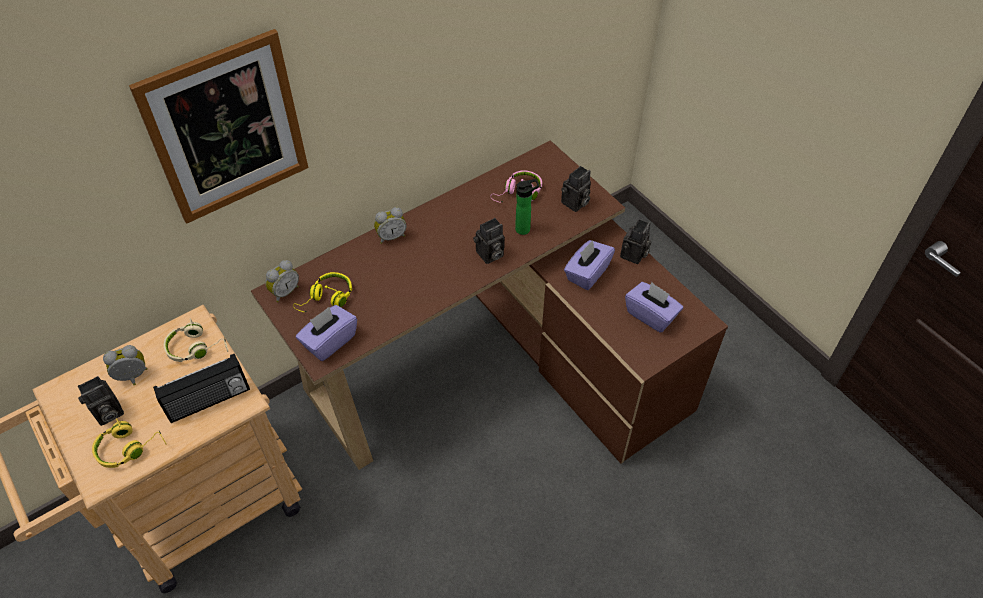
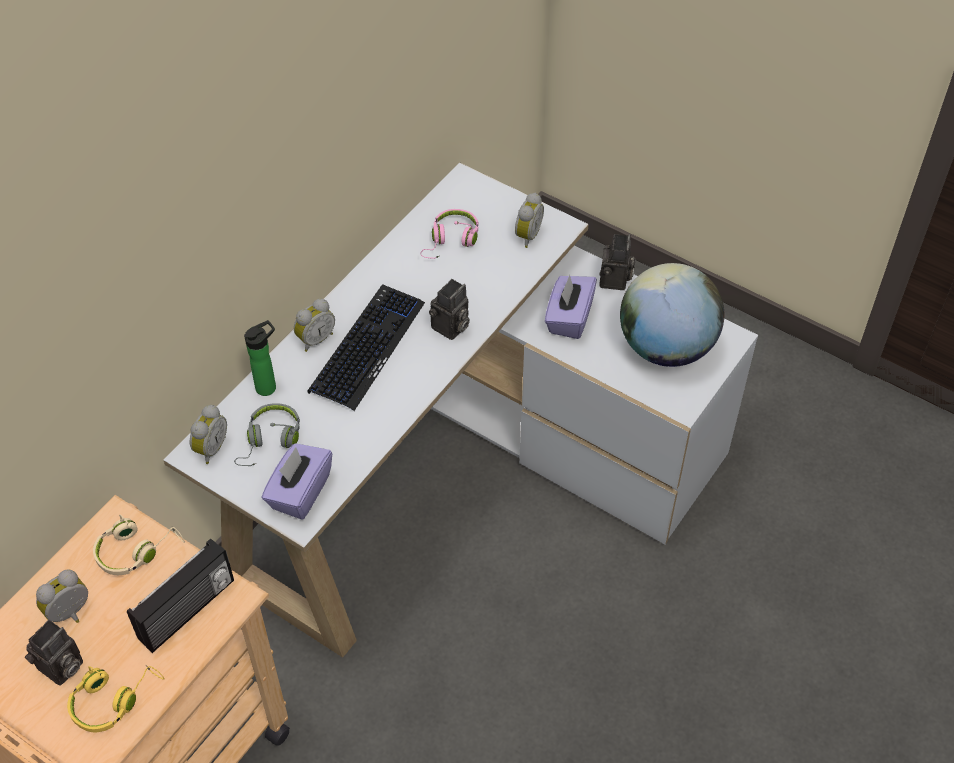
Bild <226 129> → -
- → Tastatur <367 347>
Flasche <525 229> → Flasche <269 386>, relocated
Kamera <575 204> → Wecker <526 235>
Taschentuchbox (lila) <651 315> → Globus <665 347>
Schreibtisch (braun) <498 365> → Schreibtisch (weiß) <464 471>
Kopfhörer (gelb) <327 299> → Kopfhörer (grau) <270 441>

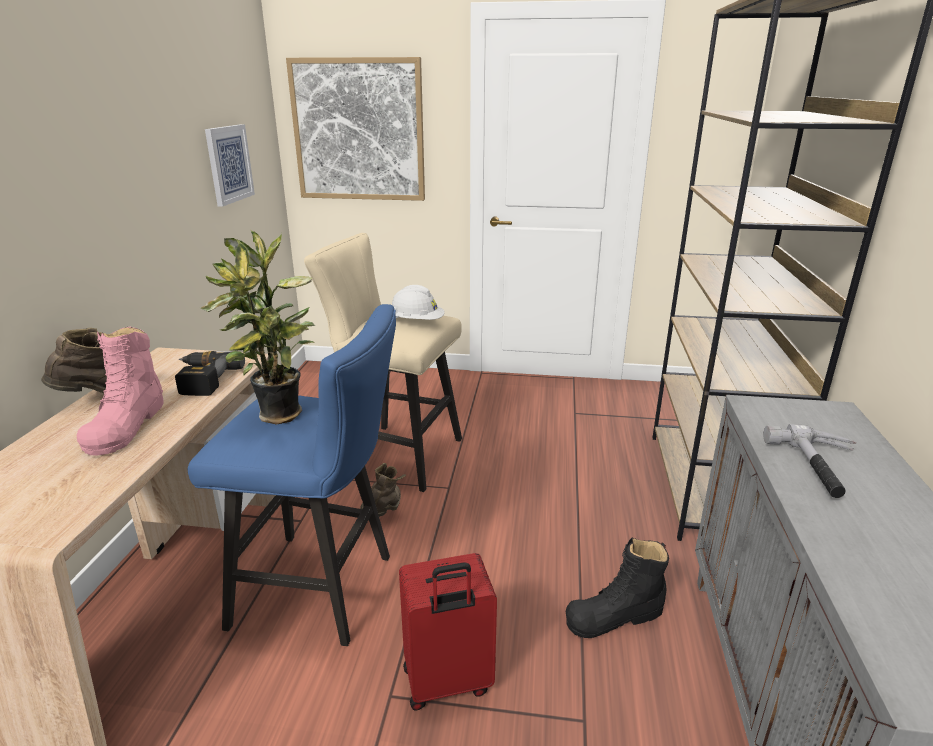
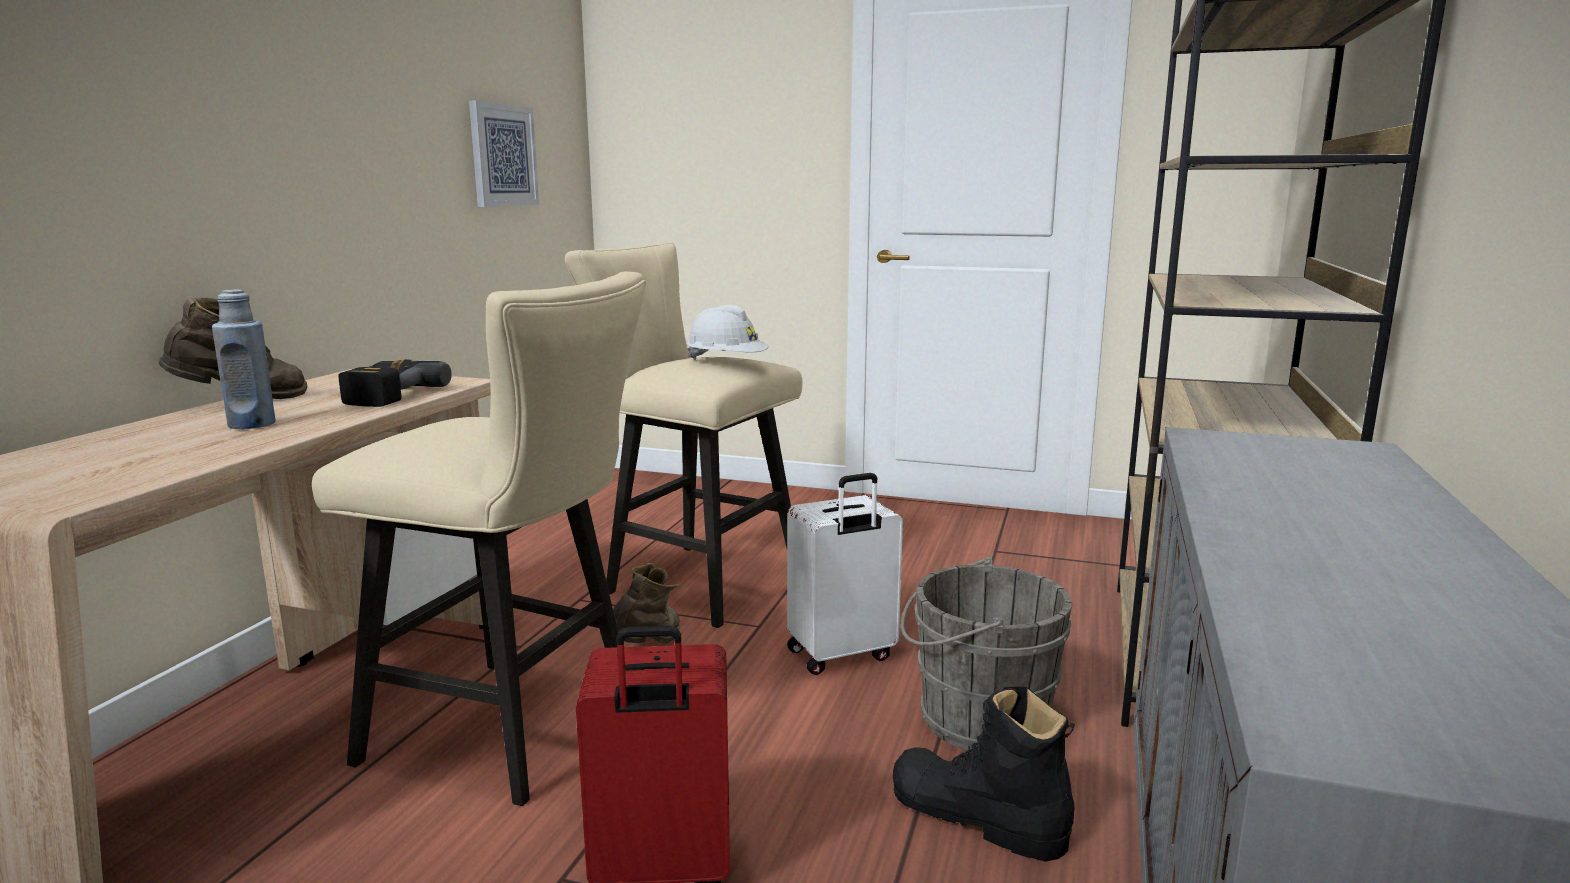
Topfpflanze <278 417> → -
Bild <358 130> → -
Hammer <822 468> → -
- → Koffer (weiß) <841 655>
- → Eimer (grau) <975 718>
Stiefel (rosa) <127 425> → Flasche (blau) <252 424>
Hocker (blau) <324 590> → Hocker (beige) <518 733>
Stiefel (schwarz) <615 616> → Stiefel (schwarz) <976 816>, 45 degrees clockwise

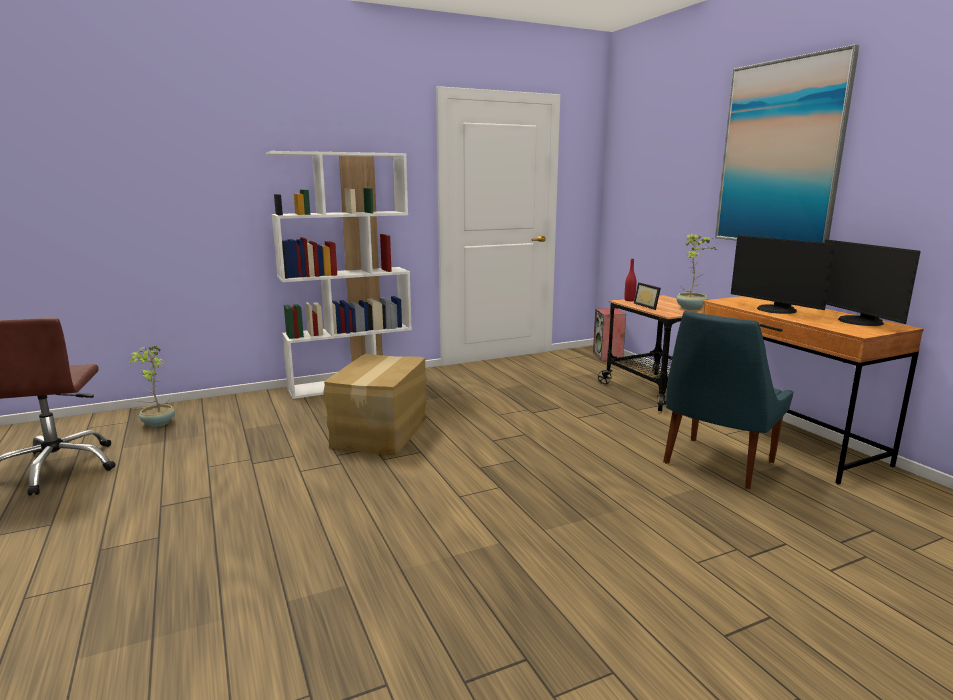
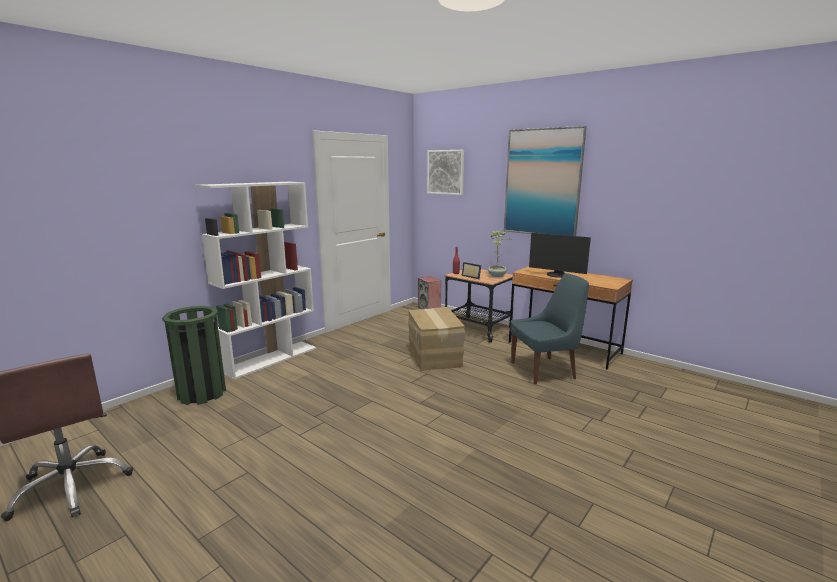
Topfpflanze <157 423> → -
Monitor <858 321> → -
- → Mülleimer (grün) <202 393>
- → Bild <445 172>
Karton <381 432> → Karton <435 356>, relocated
Stuhl (blau) <716 464> → Stuhl (blau) <545 370>, 120 degrees counterclockwise

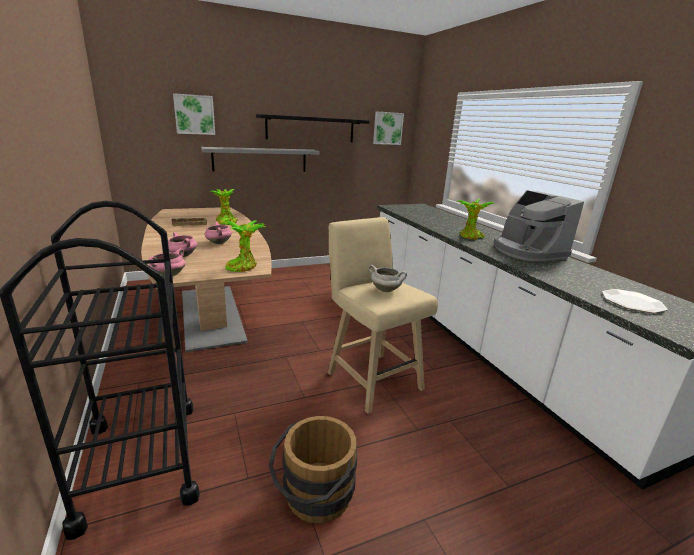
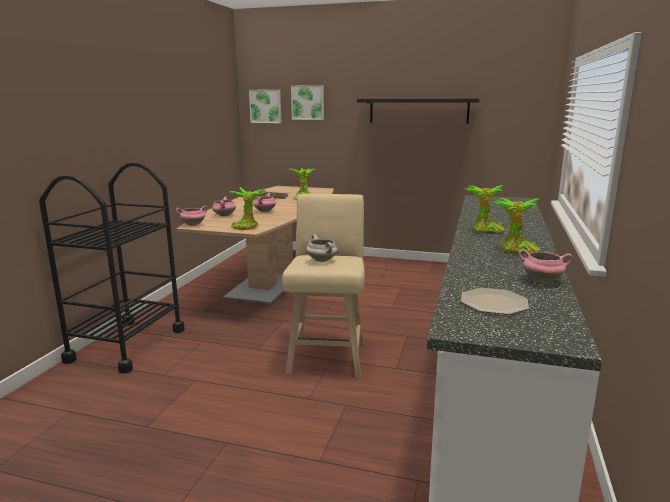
Wandregal (grau) <260 160> → -
Eimer (braun) <313 497> → -
- → Kochtopf (rosa) <542 280>
Bild <387 128> → Bild <266 106>, relocated
Kaffeemaschine <527 251> → Topfpflanze <516 250>

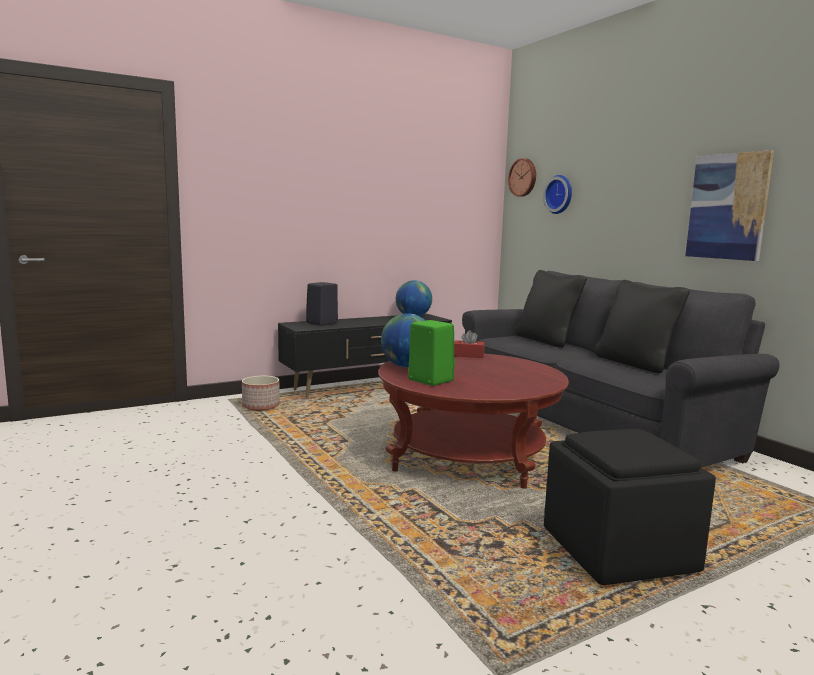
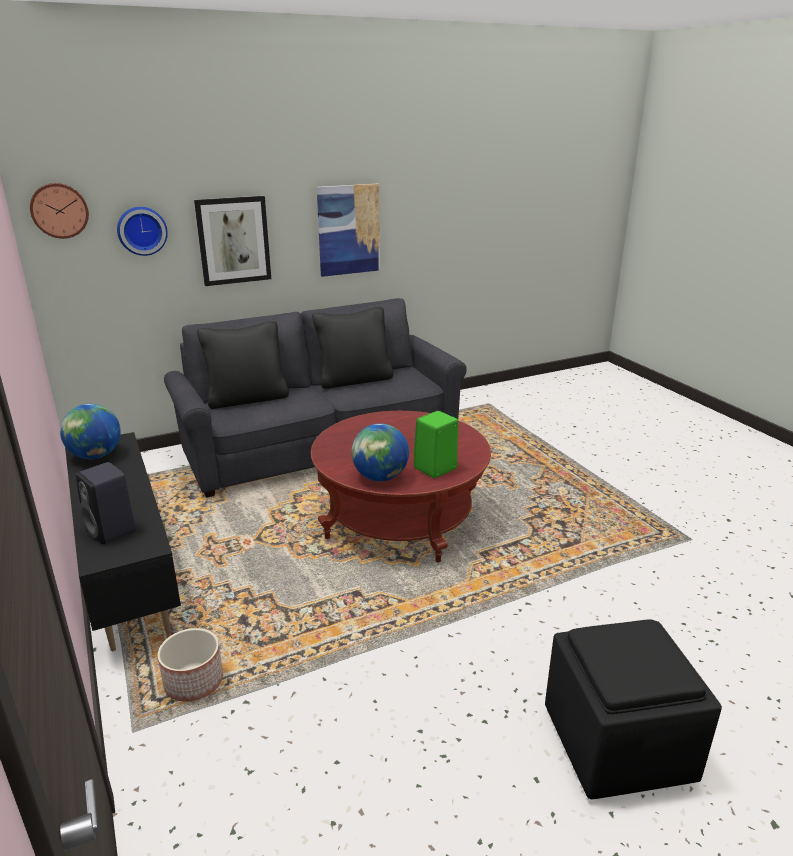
Taschentuchbox (rot) <468 355> → -
- → Bild <233 240>
Polsterhocker (schwarz) <620 552> → Polsterhocker (schwarz) <618 742>, relocated

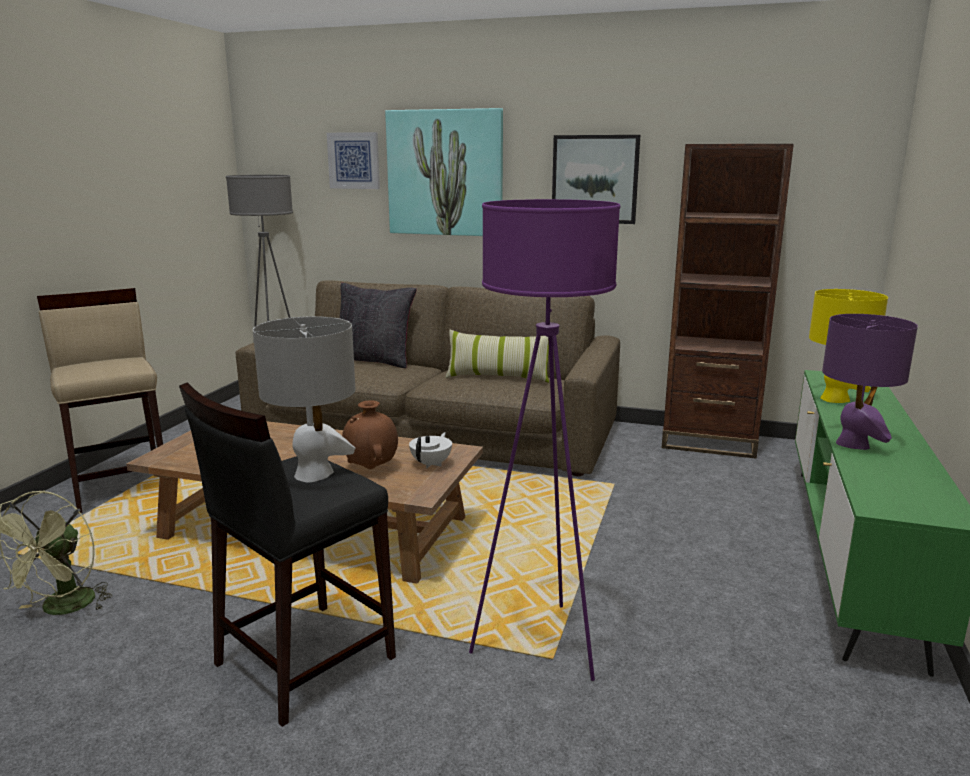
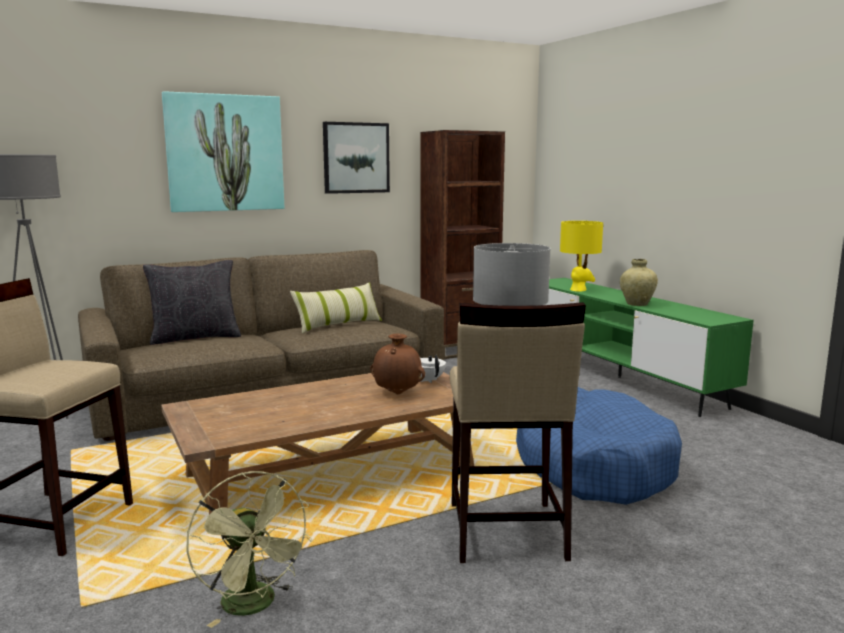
Bild <354 160> → -
Stehlampe (lila) <539 645> → Hundebett (blau) <593 465>
Tischlampe (lila) <853 444> → Vase (beige) <637 304>
Hocker (schwarz) <303 660> → Hocker (beige) <505 532>

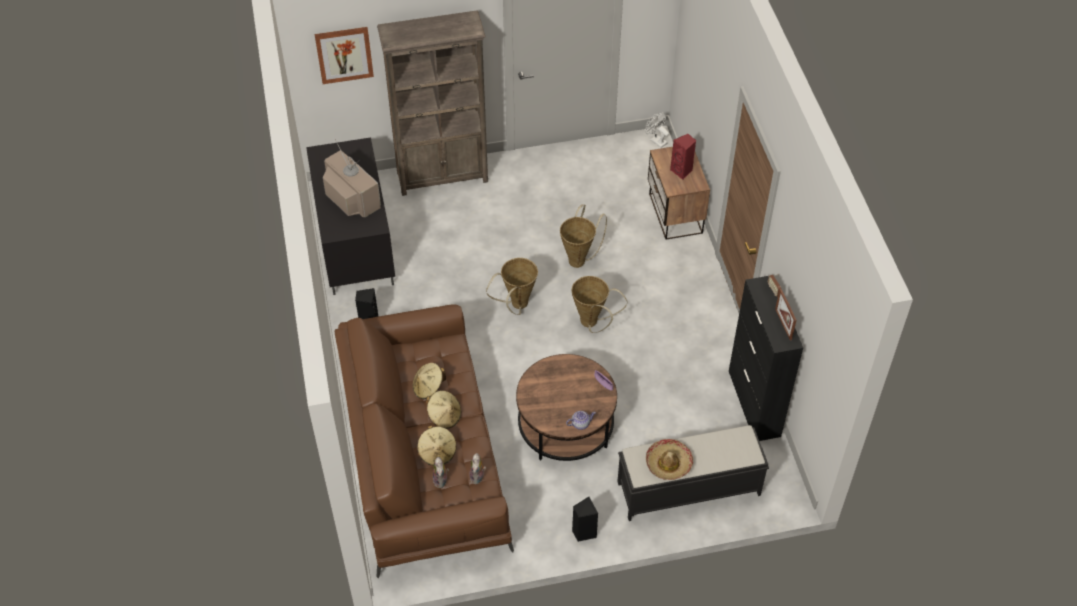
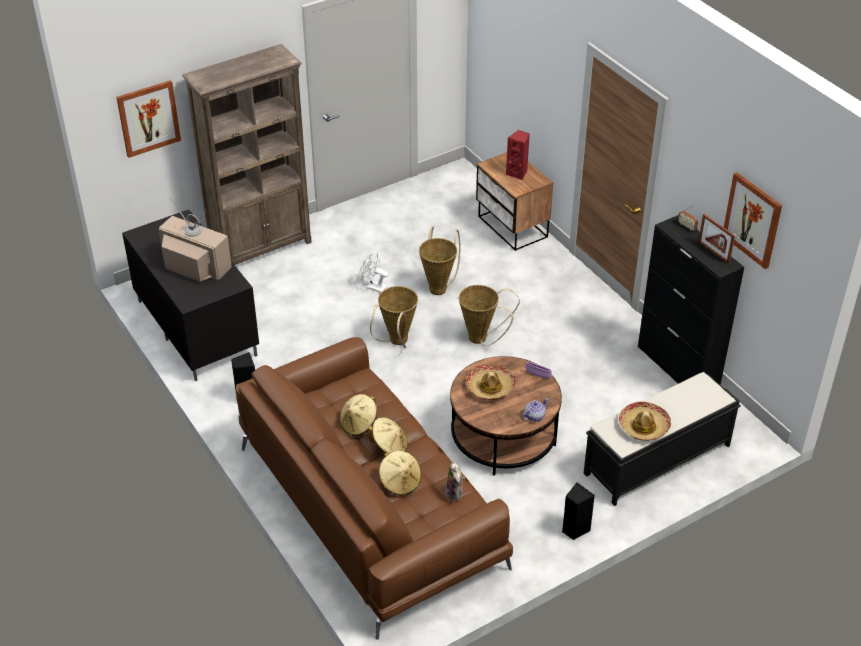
Plüschtier <441 480> → -
- → Hut <490 387>
- → Bild <752 220>
Ventilator (weiß) <656 140> → Ventilator (weiß) <373 287>, relocated

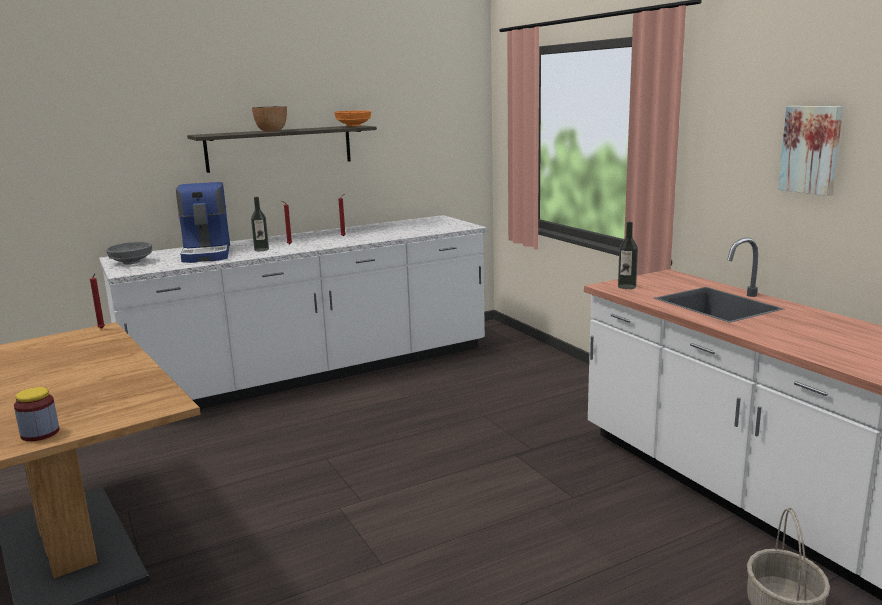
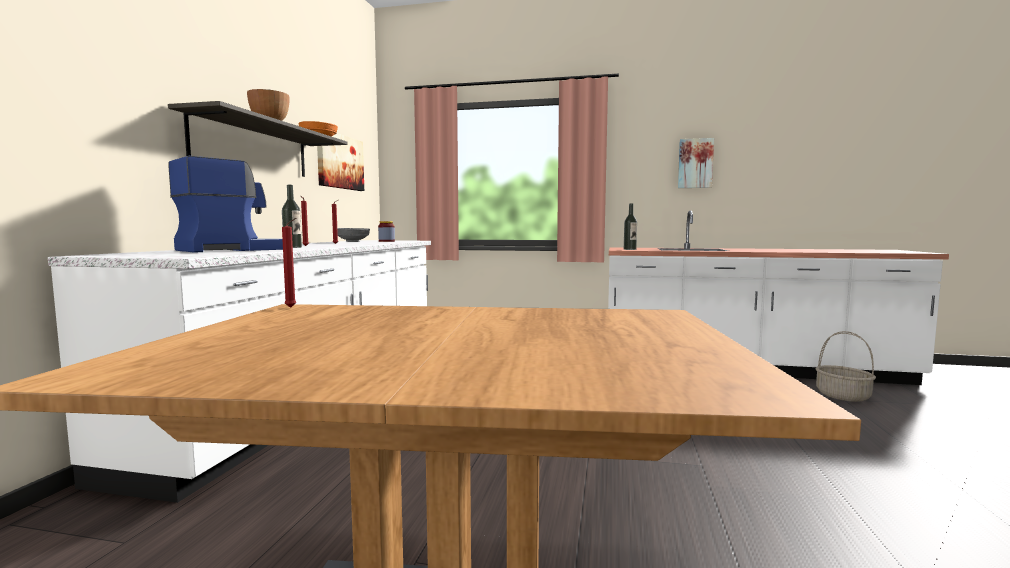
- → Bild <340 162>
Vorratsglas <40 433> → Vorratsglas <386 241>, relocated
Schüssel (grau) <131 262> → Schüssel (grau) <352 241>, relocated
Kaffeemaschine <208 253> → Kaffeemaschine <234 250>, 75 degrees counterclockwise

